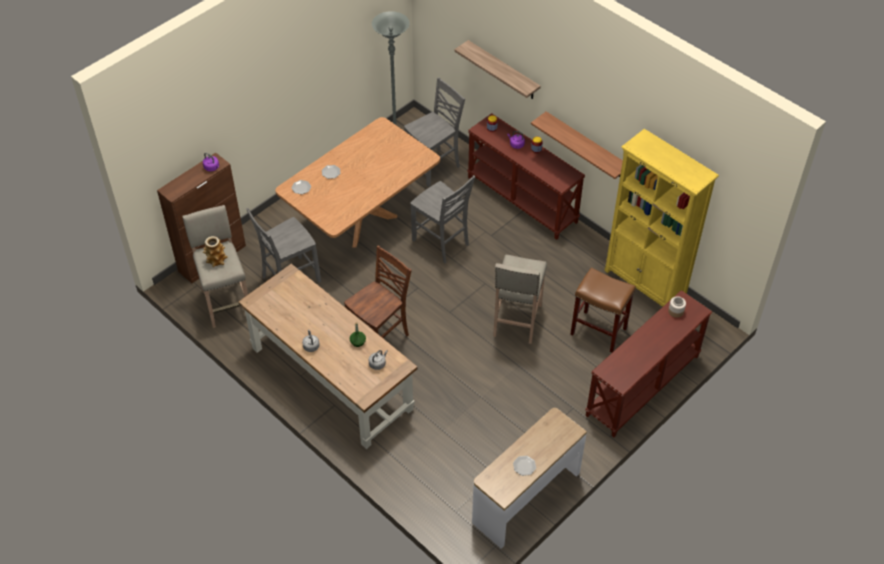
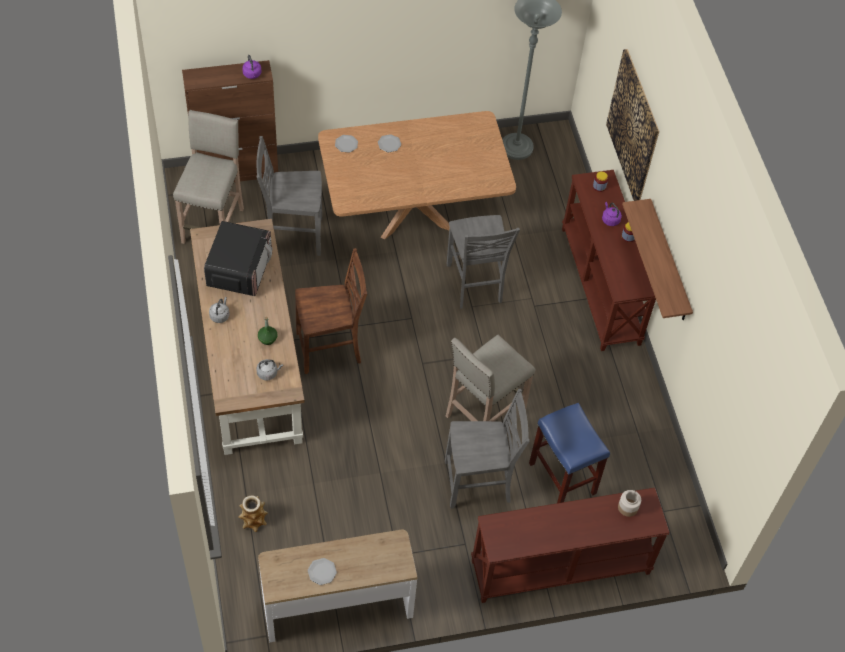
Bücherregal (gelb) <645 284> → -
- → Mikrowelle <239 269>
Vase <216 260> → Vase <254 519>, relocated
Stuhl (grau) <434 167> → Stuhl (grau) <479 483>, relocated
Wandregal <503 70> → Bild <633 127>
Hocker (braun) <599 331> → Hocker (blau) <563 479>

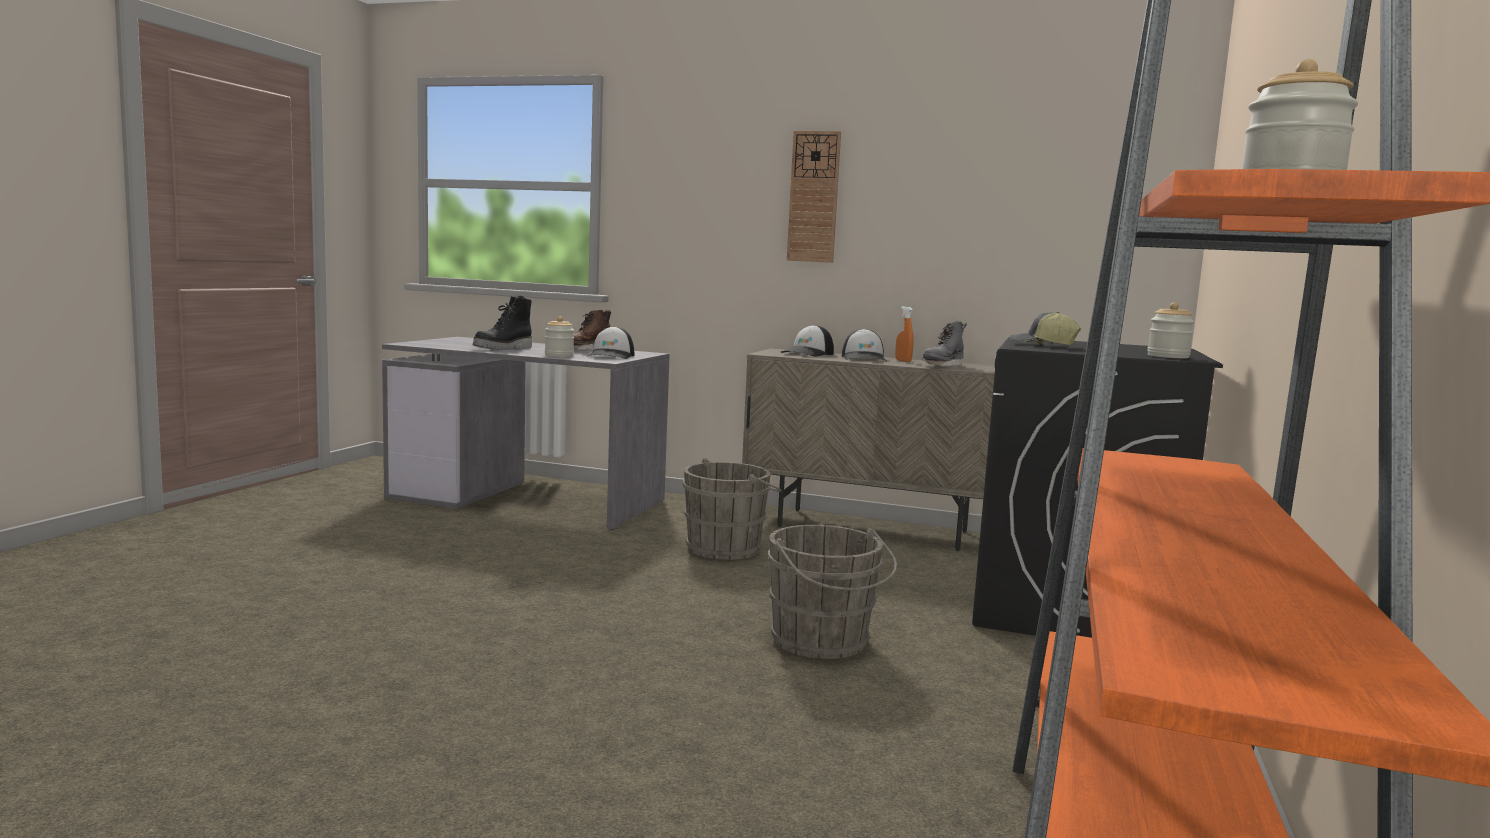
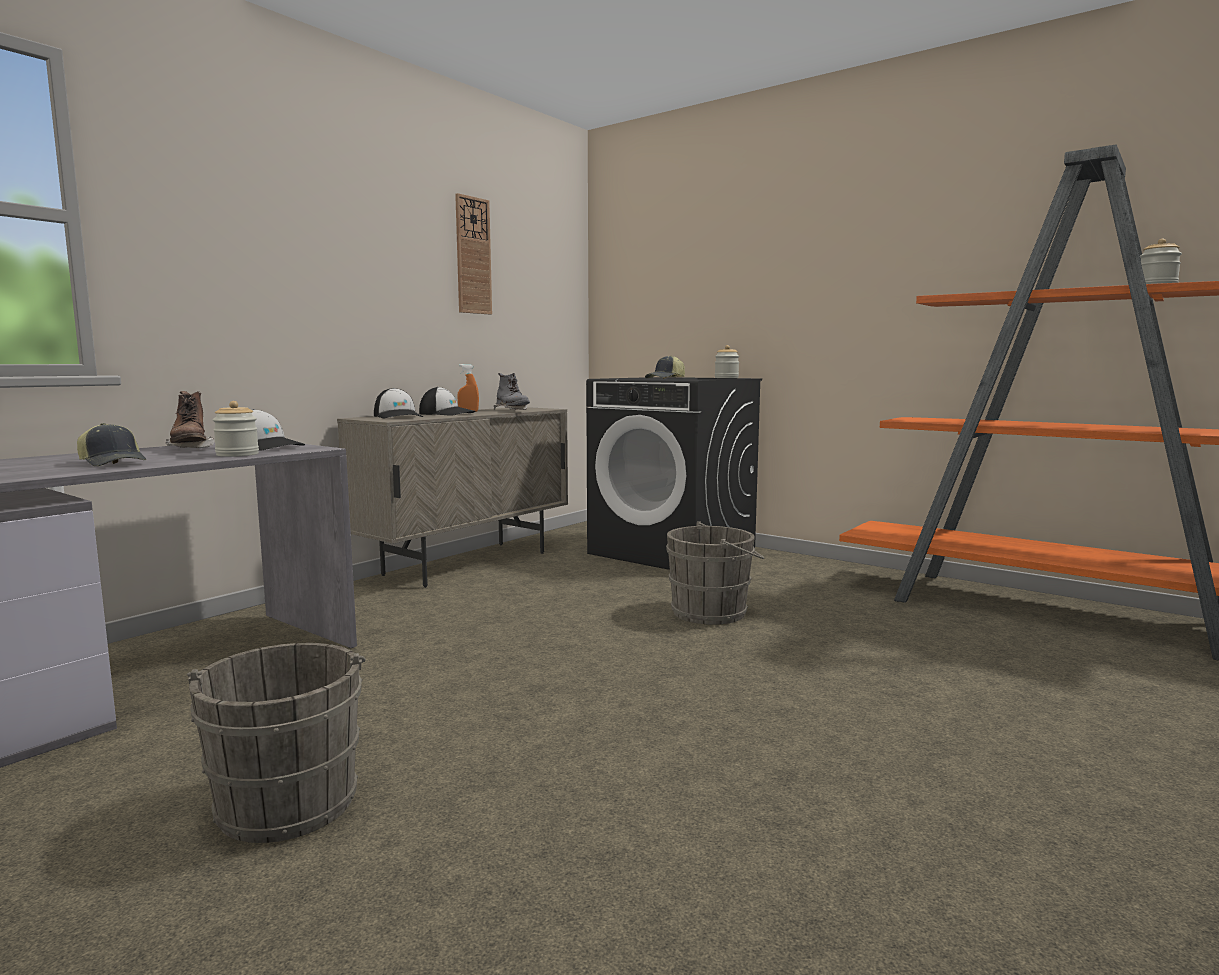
Eimer (grau) <728 548> → Eimer (grau) <289 799>, relocated
Wanduhr <813 197> → Wanduhr <473 256>, relocated
Stiefel (schwarz) <504 349> → Kappe <114 463>

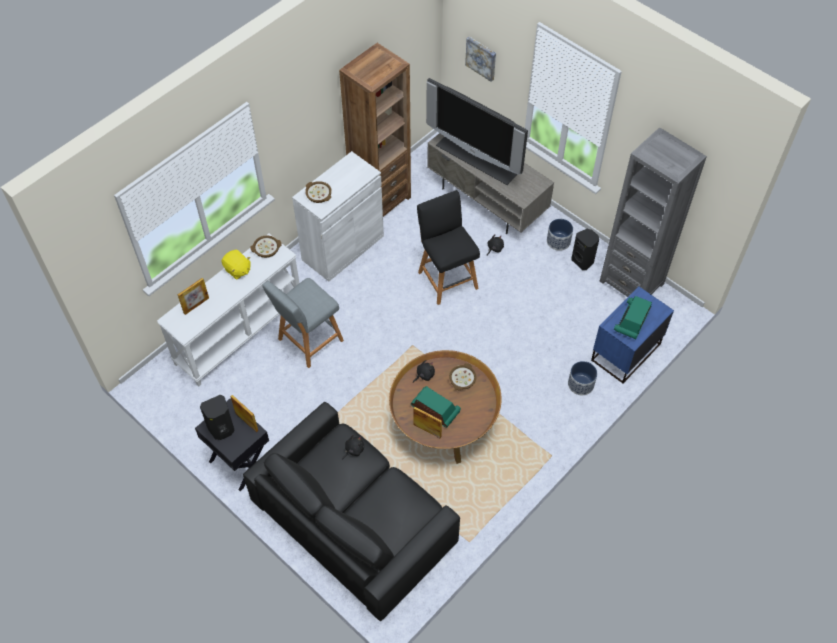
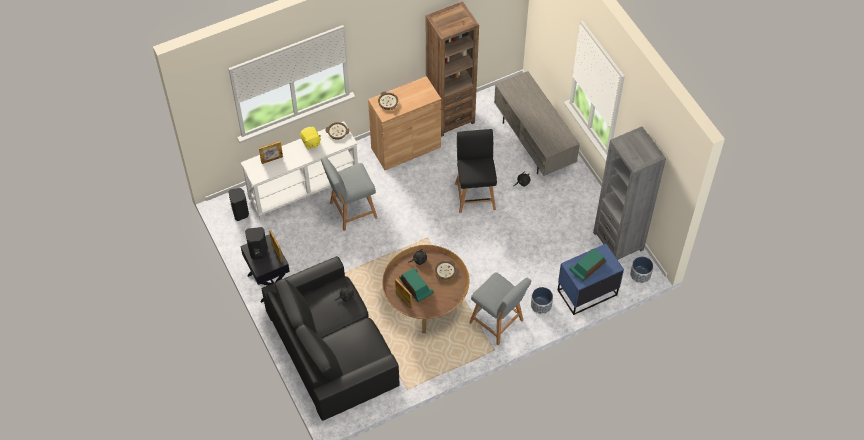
Fernseher <479 157> → -
Bild <481 58> → -
- → Hocker (grau) <498 323>
Pflanzkübel <558 241> → Pflanzkübel <640 274>, relocated
Lautsprecher (schwarz) <583 261> → Lautsprecher (schwarz) <241 213>, relocated
Schrank (weiß) <343 248> → Schrank (braun) <406 147>

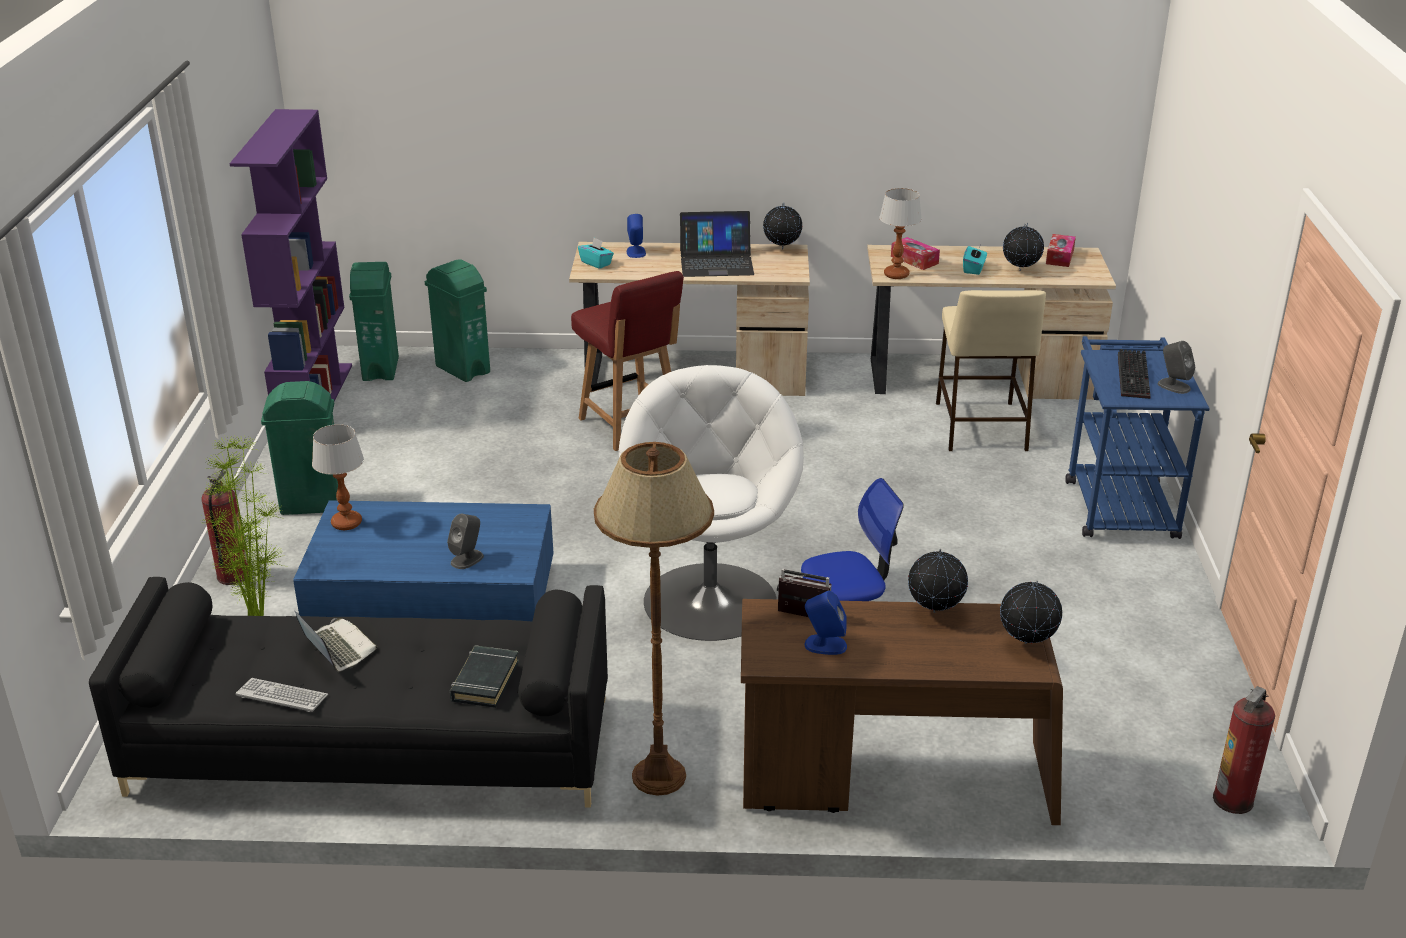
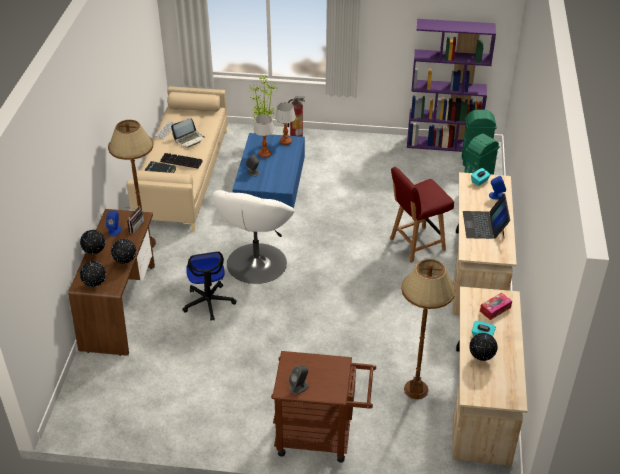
Mülleimer (grün) <311 504> → -
Taschentuchbox <1059 257> → -
Feuerlöscher <1233 800> → -
Globus <781 249> → Globus <95 253>, relocated
Tischlampe <896 275> → Tischlampe <265 154>, relocated
Tastatur <1135 377> → Tastatur <180 162>, relocated
Hocker (beige) <980 425> → Stehlampe (braun) <416 389>
Sofa (schwarz) <371 746> → Sofa (beige) <183 175>
Rollwagen (blau) <1118 502> → Rollwagen (braun) <321 436>
Sessel (weiß) <710 599> → Sessel (weiß) <256 264>, 105 degrees clockwise

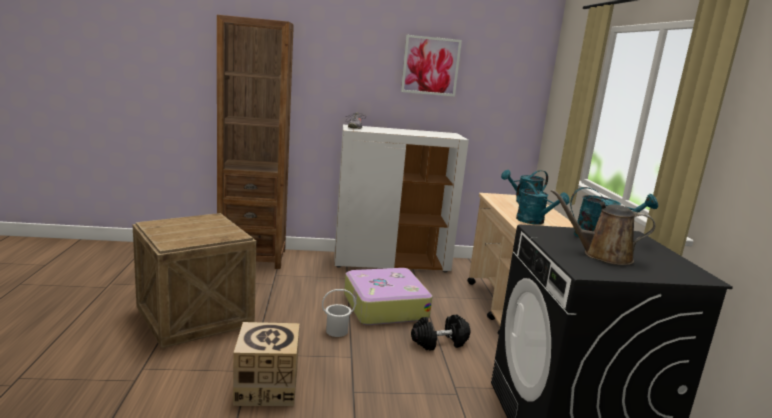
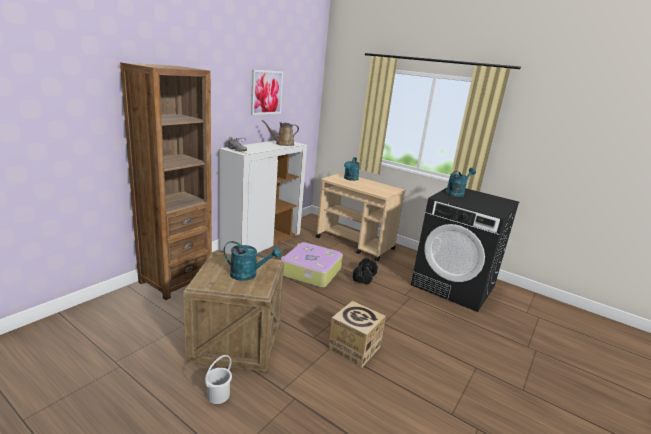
Eimer (weiß) <336 331> → Eimer (weiß) <218 395>, relocated
Gießkanne (türkis) <534 222> → Gießkanne (türkis) <248 275>, relocated
Gießkanne (braun) <602 255> → Gießkanne (braun) <283 144>, relocated

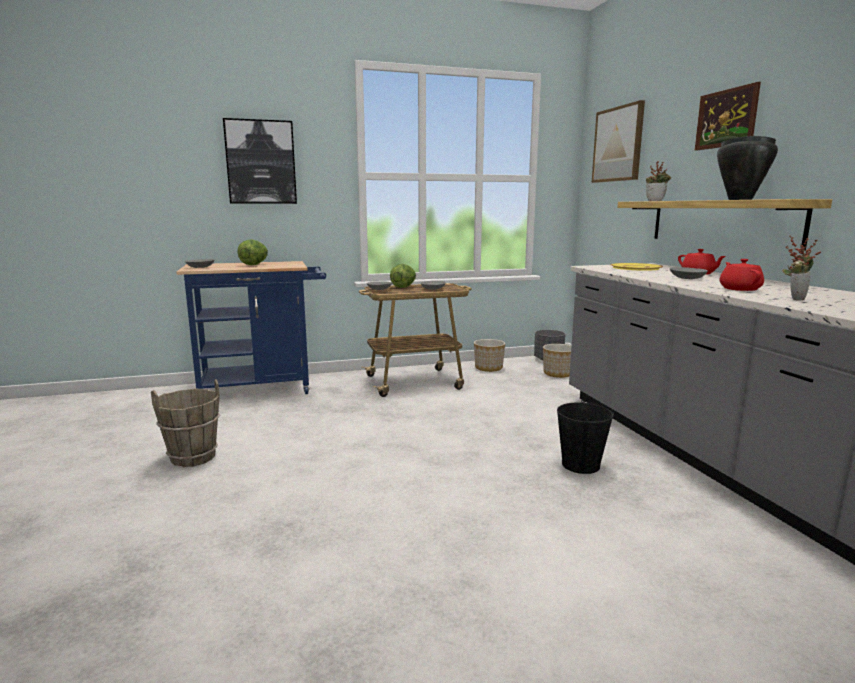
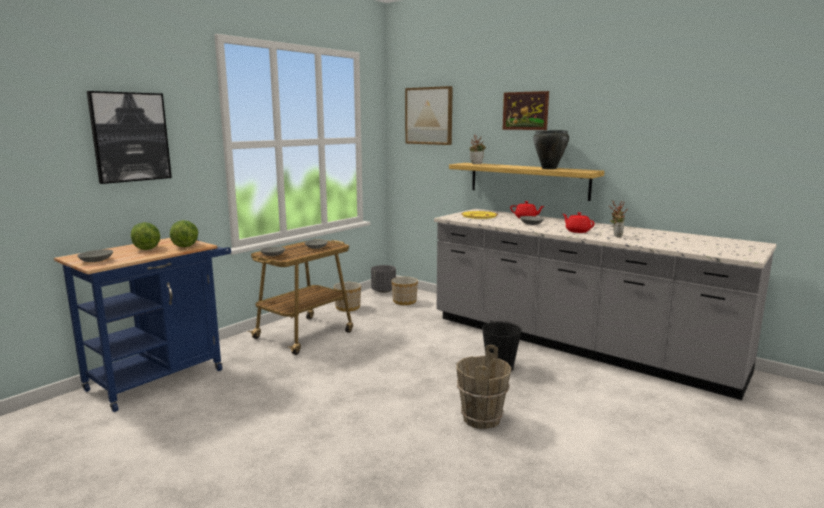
Eimer (braun) <193 457> → Eimer (braun) <481 419>, relocated
Salatkopf <403 287> → Salatkopf <185 245>, relocated

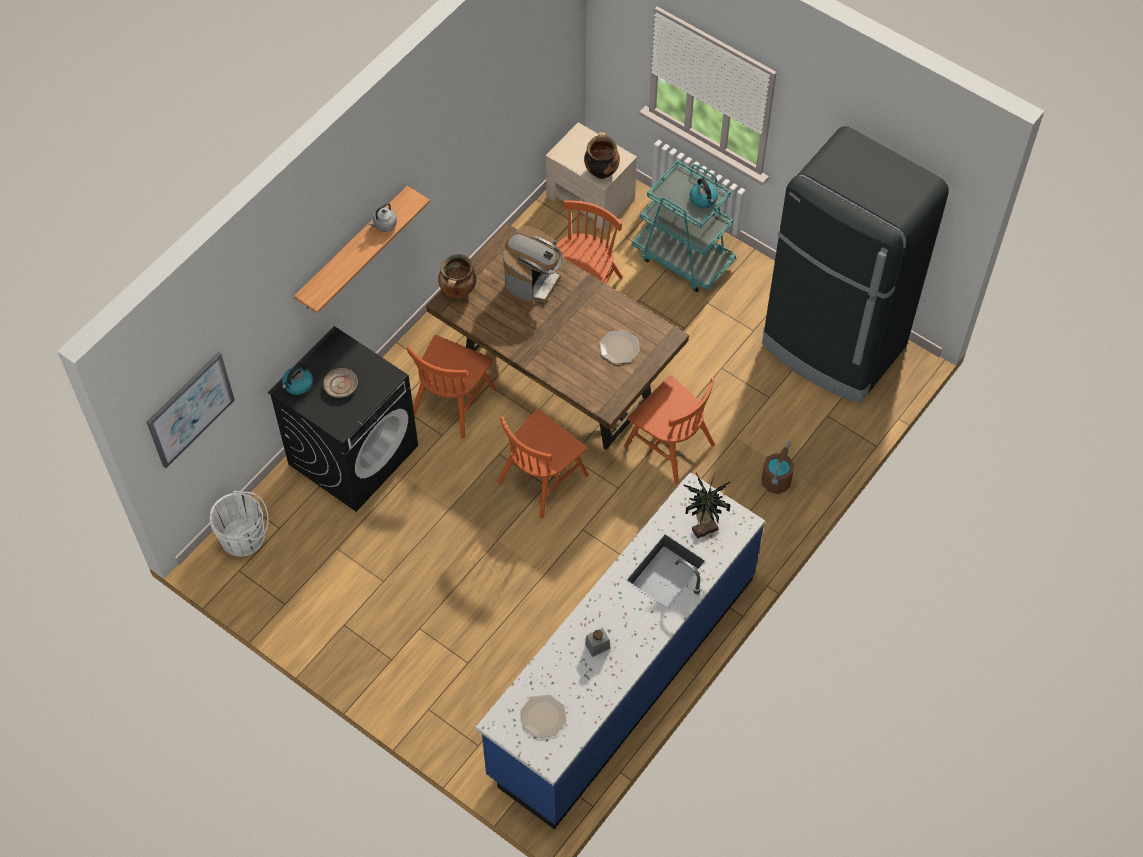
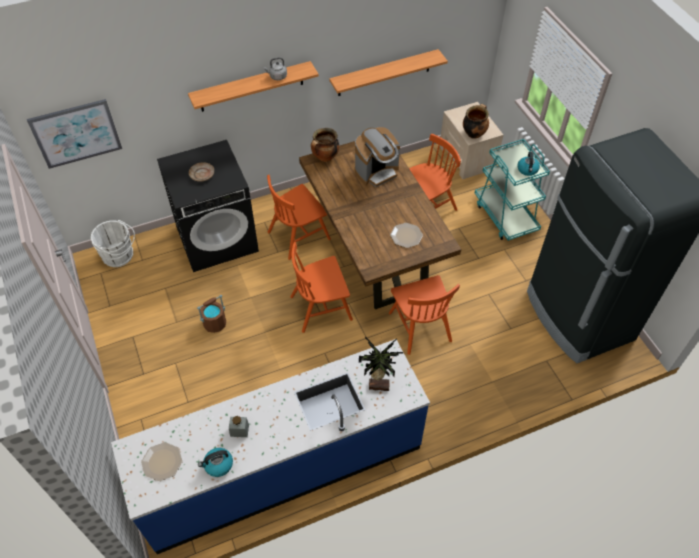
- → Wandregal <384 73>
Wasserkessel <298 385> → Wasserkessel <218 465>, relocated
Eimer (braun) <776 481> → Eimer (braun) <214 323>, relocated

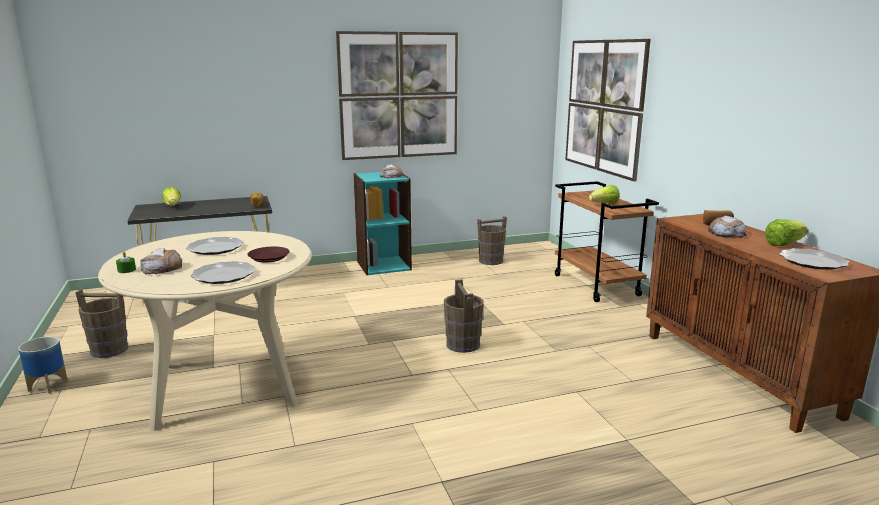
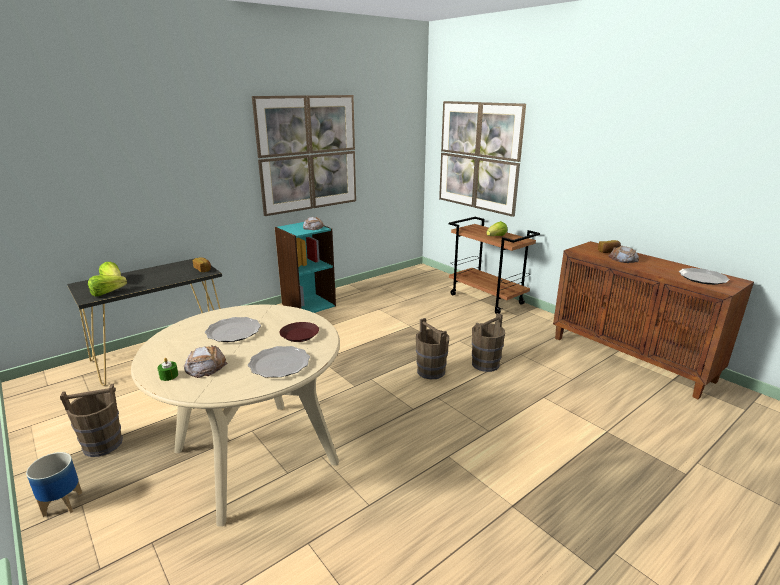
Eimer (braun) <491 261> → Eimer (braun) <485 364>, relocated
Salatkopf <783 244> → Salatkopf <107 293>, relocated

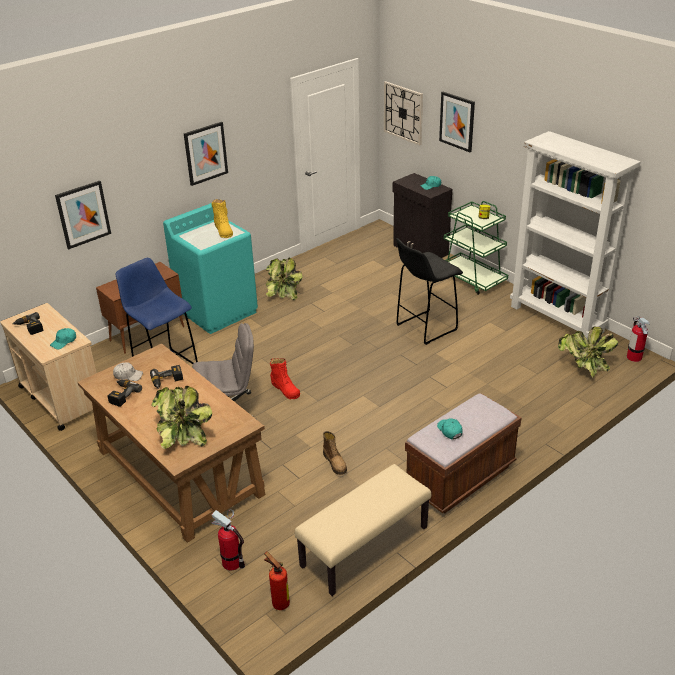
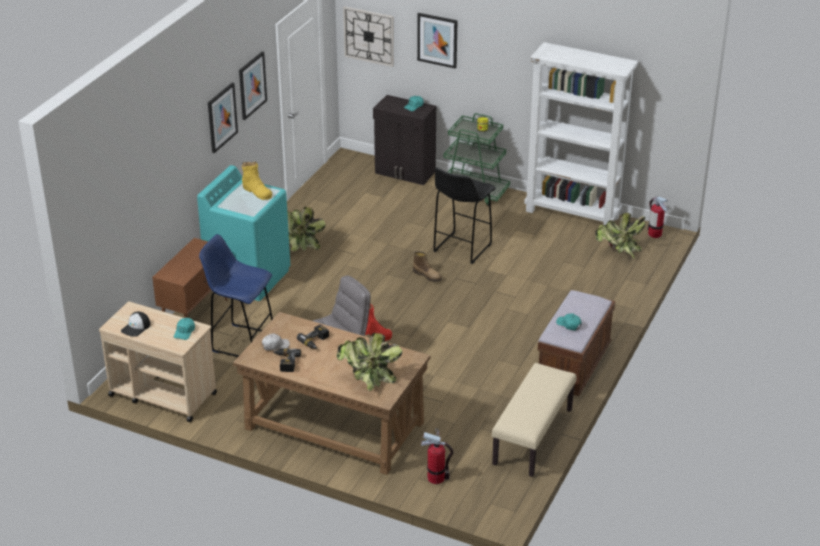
Feuerlöscher <279 602> → -
Bild <83 214> → Bild <252 85>, relocated
Stiefel <335 463> → Stiefel <427 275>, relocated
Bohrmaschine <29 328> → Kappe <136 328>

